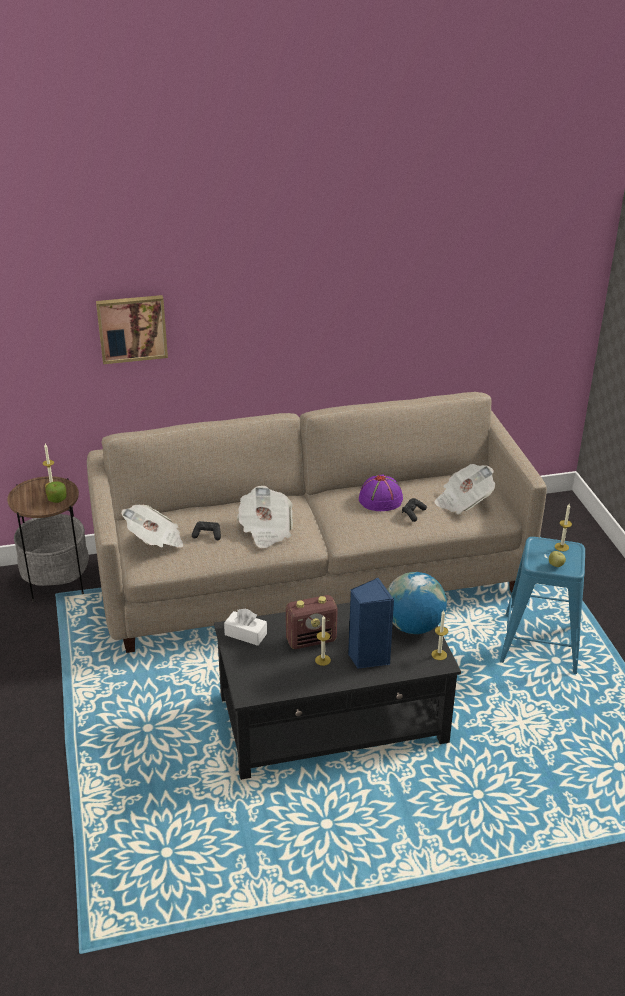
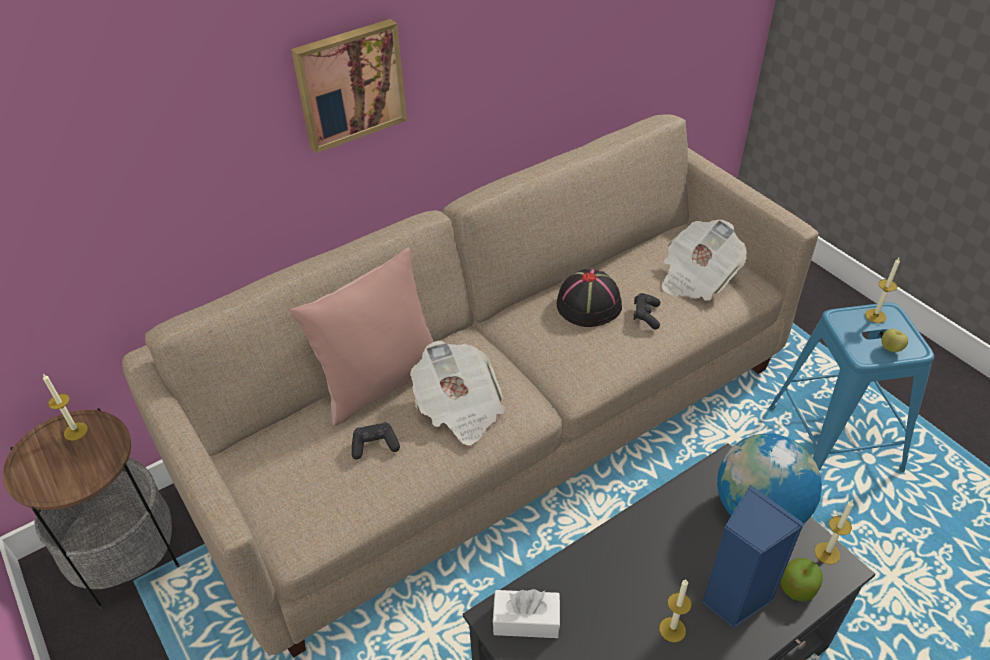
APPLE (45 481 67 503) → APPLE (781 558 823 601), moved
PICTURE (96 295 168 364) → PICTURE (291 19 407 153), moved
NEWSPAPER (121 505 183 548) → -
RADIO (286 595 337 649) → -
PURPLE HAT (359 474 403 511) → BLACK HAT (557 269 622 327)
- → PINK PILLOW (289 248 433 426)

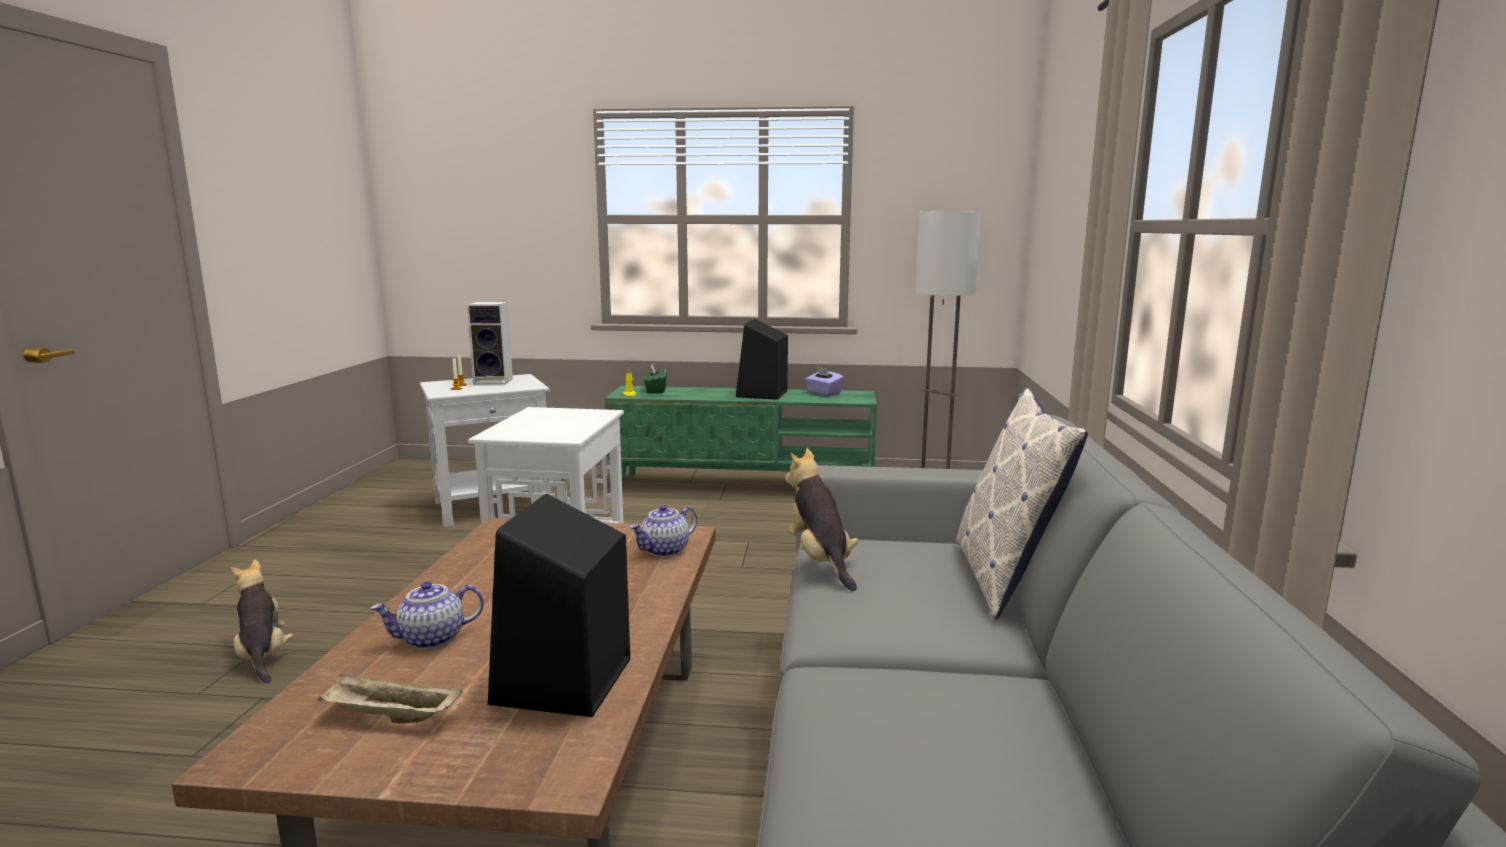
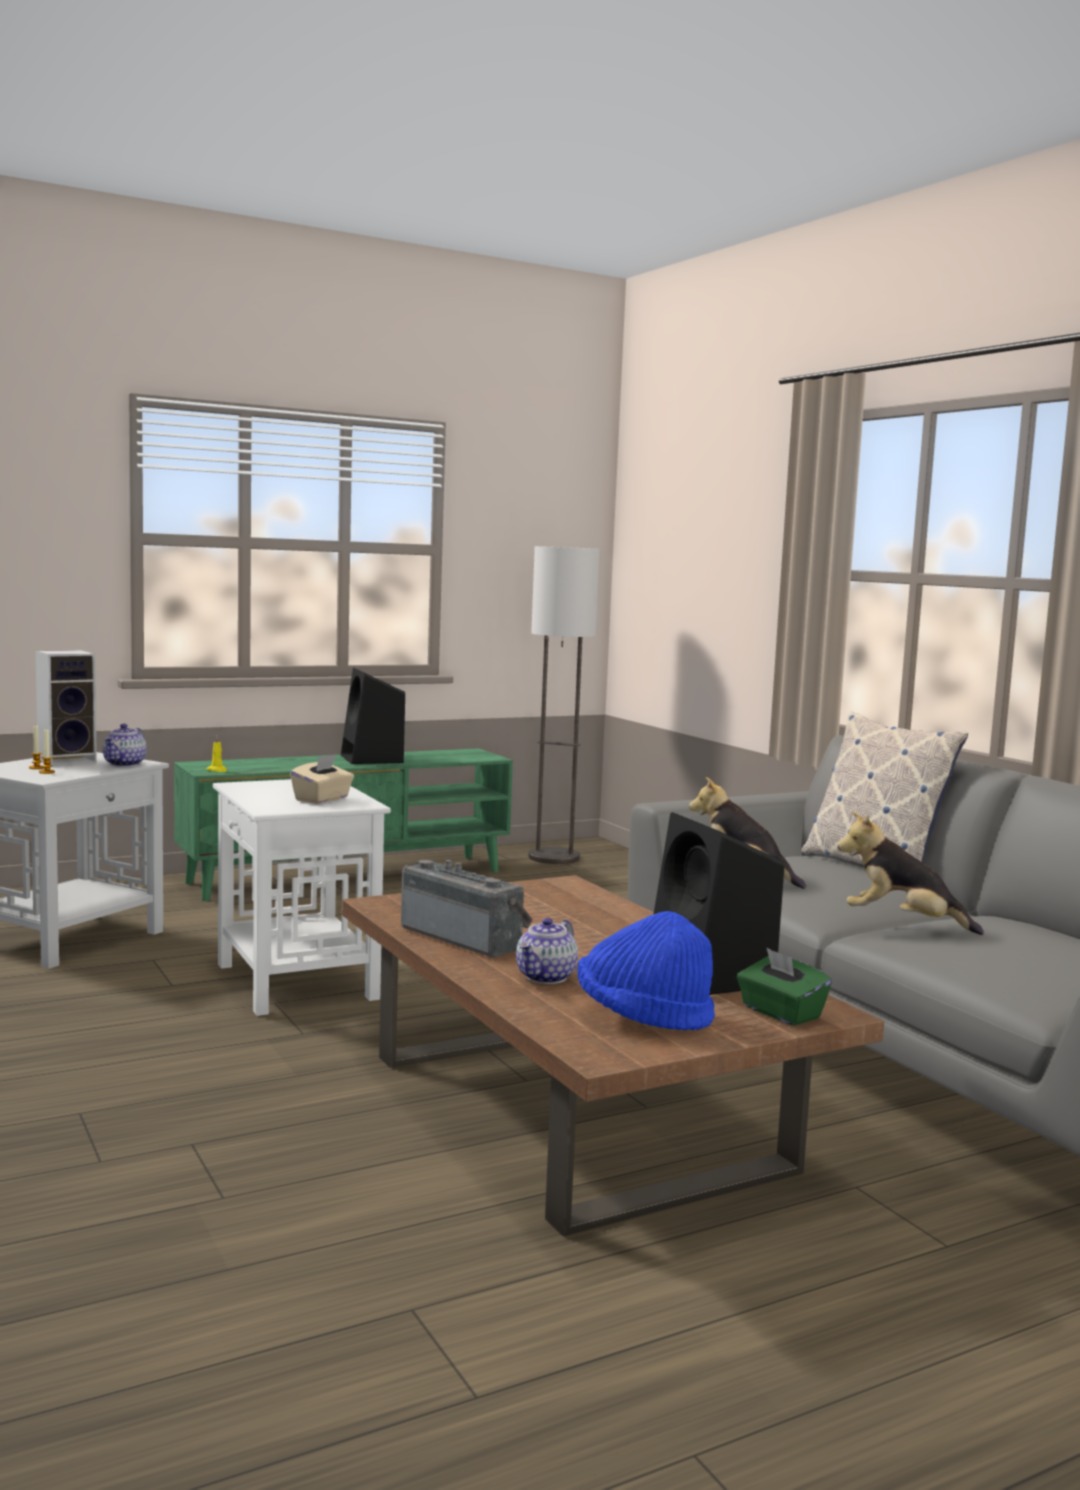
PLUSH TOY (231 560 294 683) → PLUSH TOY (838 811 984 935), moved
BEIGE TRAY (318 673 462 723) → BLUE HAT (577 911 715 1030)
TEAPOT (630 505 697 557) → TEAPOT (103 724 146 767), moved
GREEN TISSUE BOX (644 363 667 393) → GREEN TISSUE BOX (737 947 832 1026), moved
PURPLE TISSUE BOX (805 366 844 396) → -
- → BEIGE TISSUE BOX (290 754 354 804)
- → RADIO (401 860 533 958)

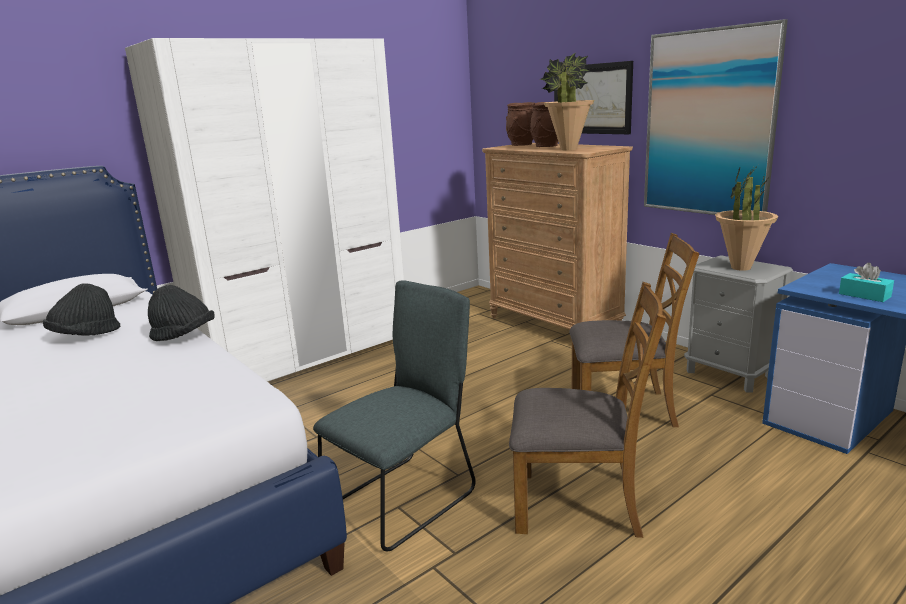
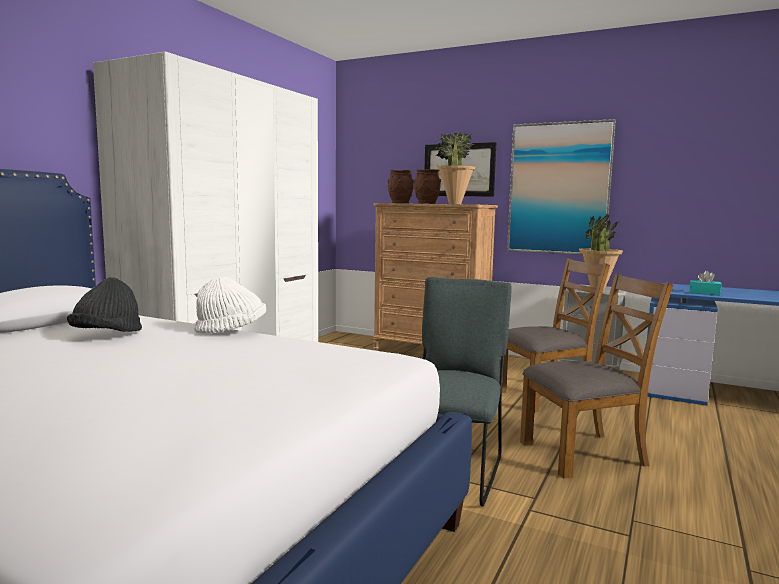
BLACK HAT (148 285 215 341) → WHITE HAT (194 277 266 333)

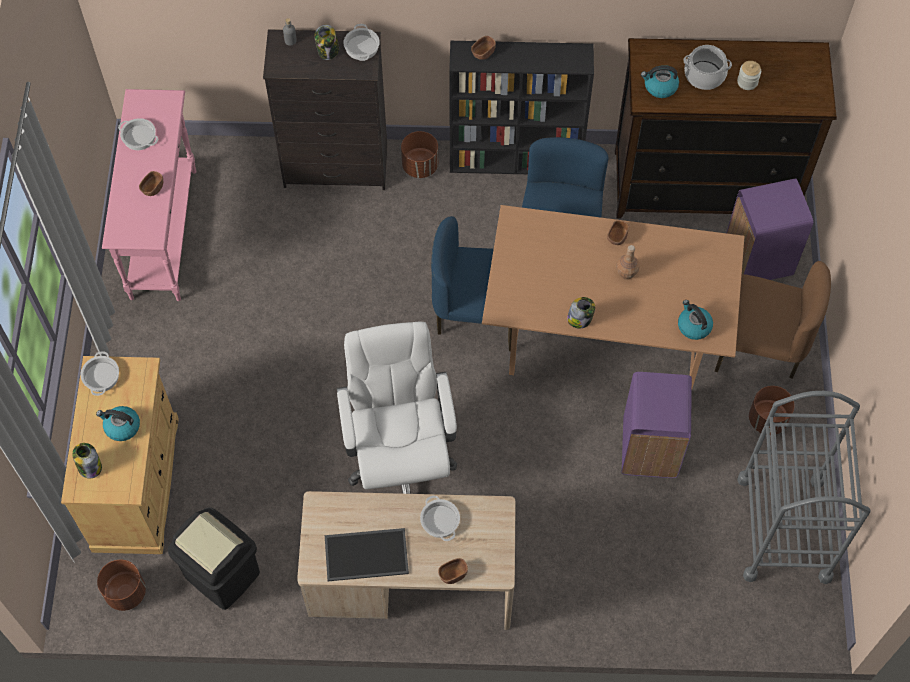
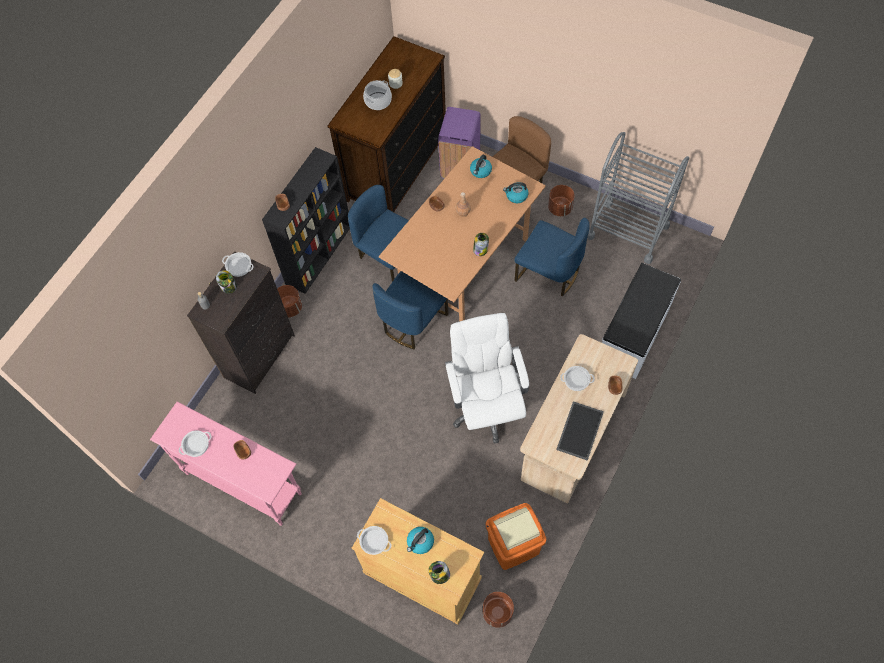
BLACK TRASH CAN (168 507 260 610) → ORANGE TRASH CAN (486 503 546 570)
WHITE OFFICE CHAIR (337 322 457 494) → WHITE OFFICE CHAIR (445 313 529 443), 60 degrees clockwise
PURPLE TRASH CAN (622 372 692 478) → BLUE CHAIR (514 218 590 296)
KETTLE (641 65 679 98) → KETTLE (470 155 492 178), moved
- → WHITE BENCH (602 263 681 379)

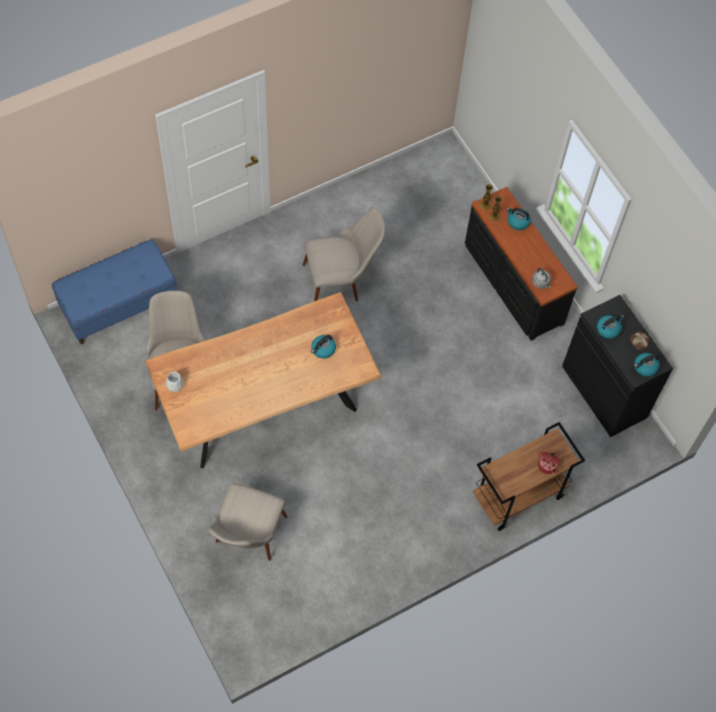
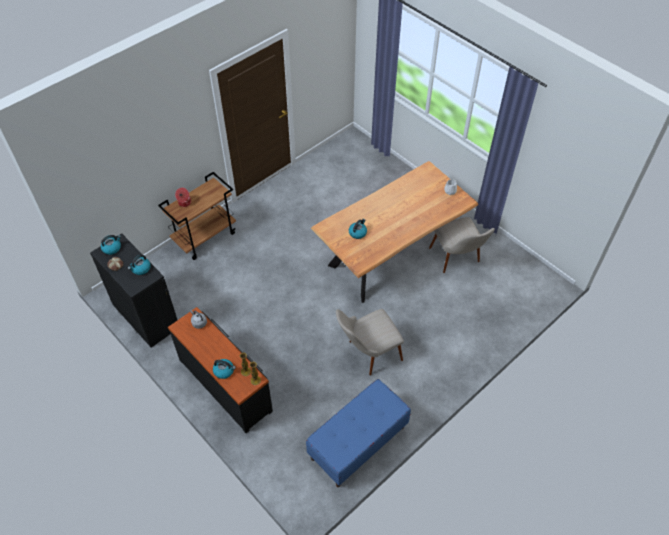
BLUE BENCH (52 239 177 344) → BLUE BENCH (306 379 411 487), moved
BEIGE CHAIR (208 483 287 561) → -

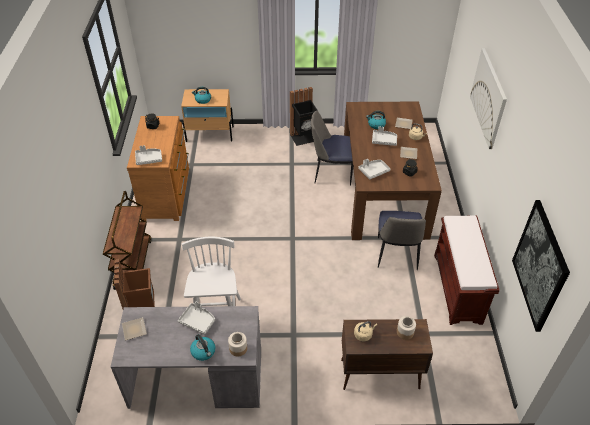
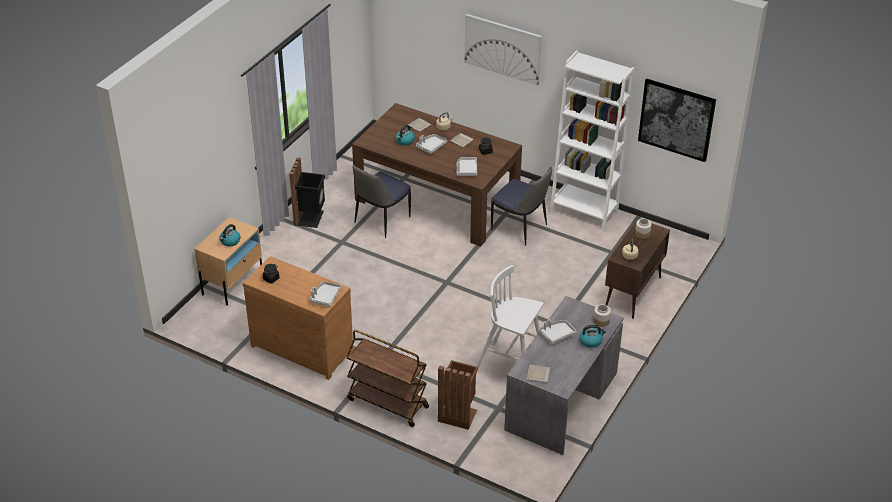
BROWN BENCH (434 215 500 325) → WHITE BOOKCASE (550 50 634 231)

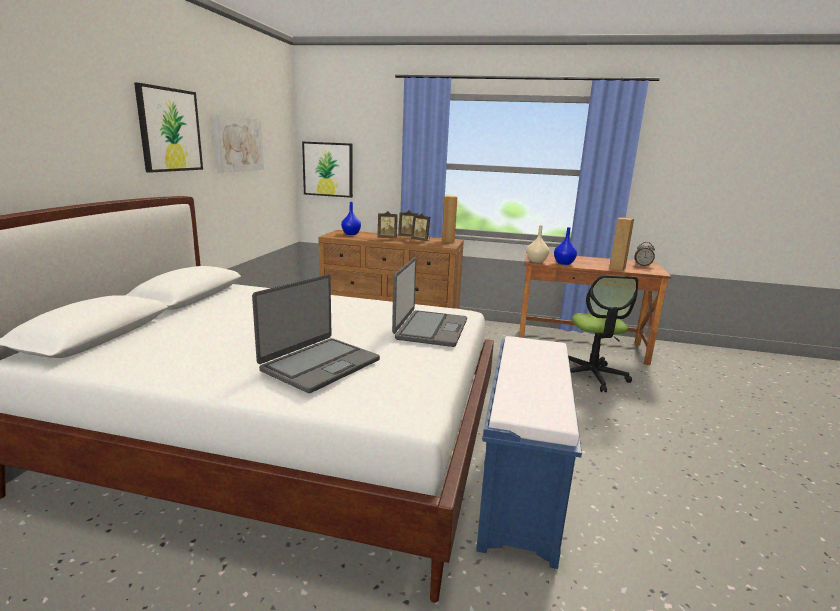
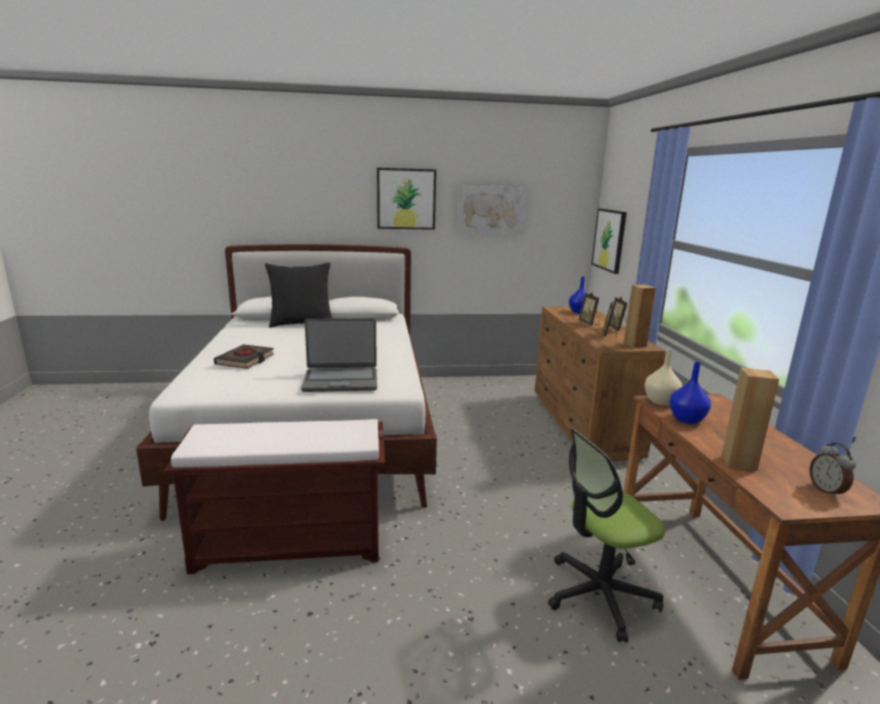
LAPTOP (252 274 380 393) → BLACK BOOK (214 344 274 369)
BLUE BENCH (476 336 582 569) → BROWN BENCH (164 419 385 574)
- → BLACK PILLOW (265 262 332 328)

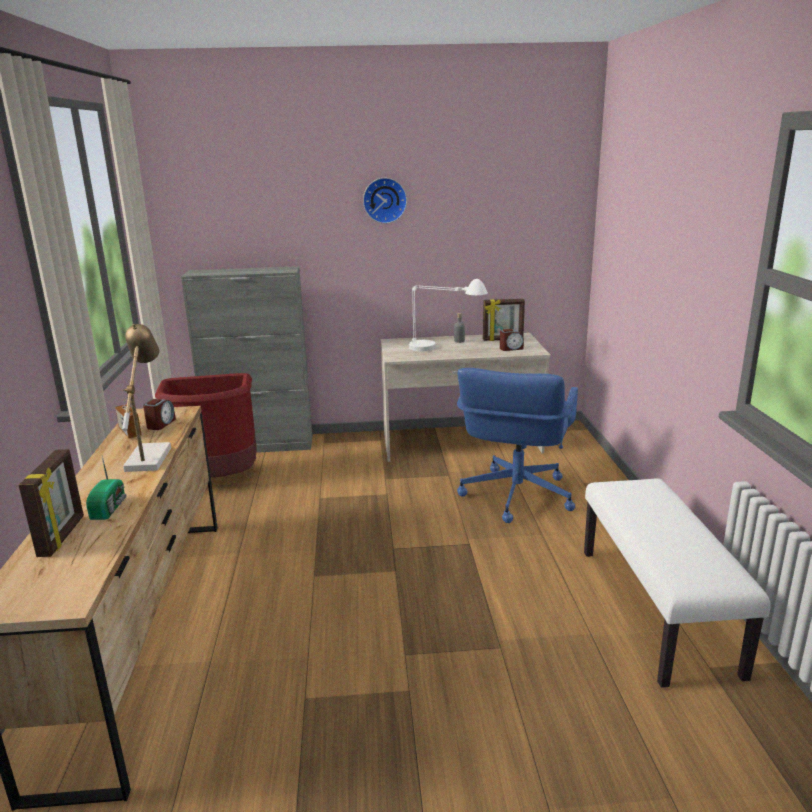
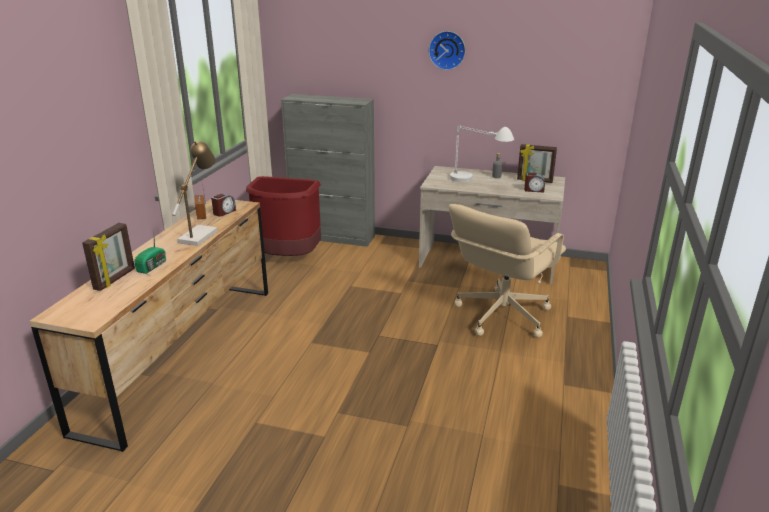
BLUE OFFICE CHAIR (457 368 578 523) → BEIGE OFFICE CHAIR (449 204 566 338)
WHITE BENCH (584 478 771 688) → -

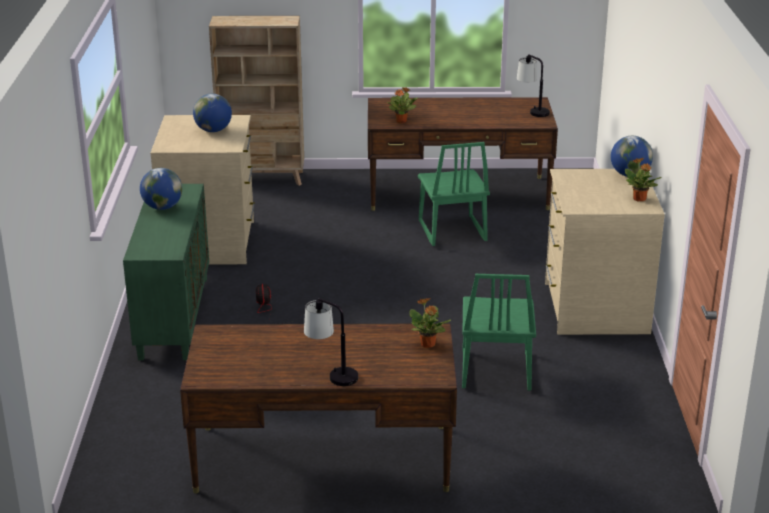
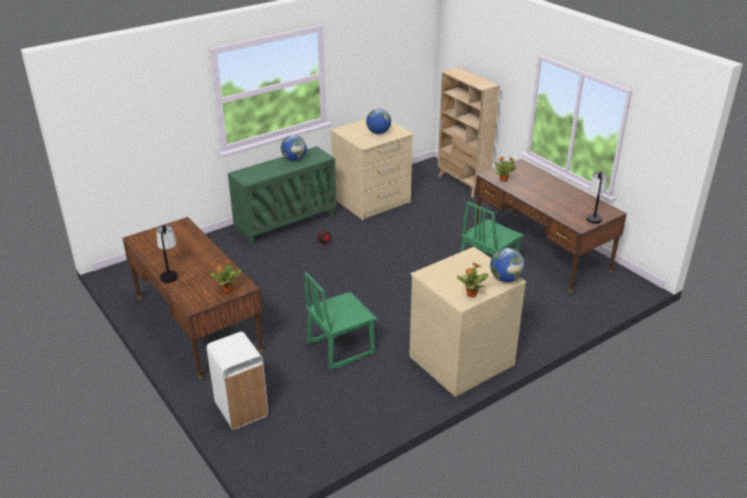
- → WHITE TRASH CAN (207 332 268 429)

